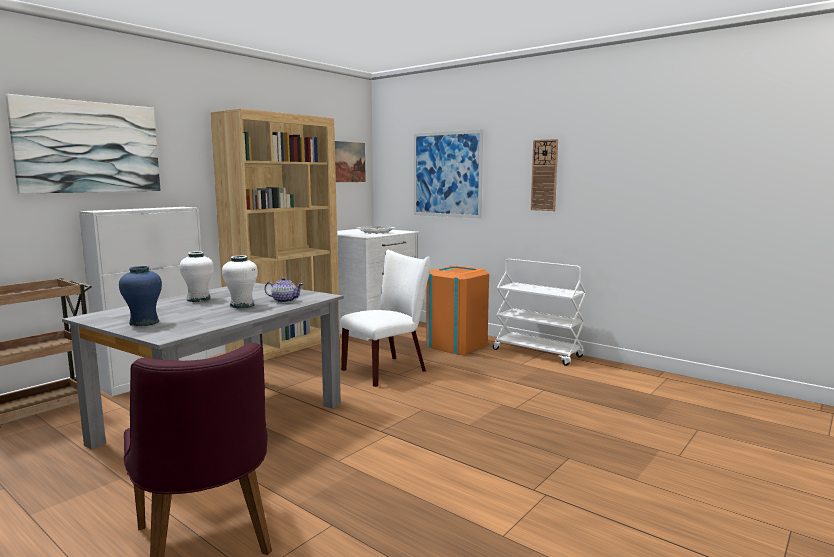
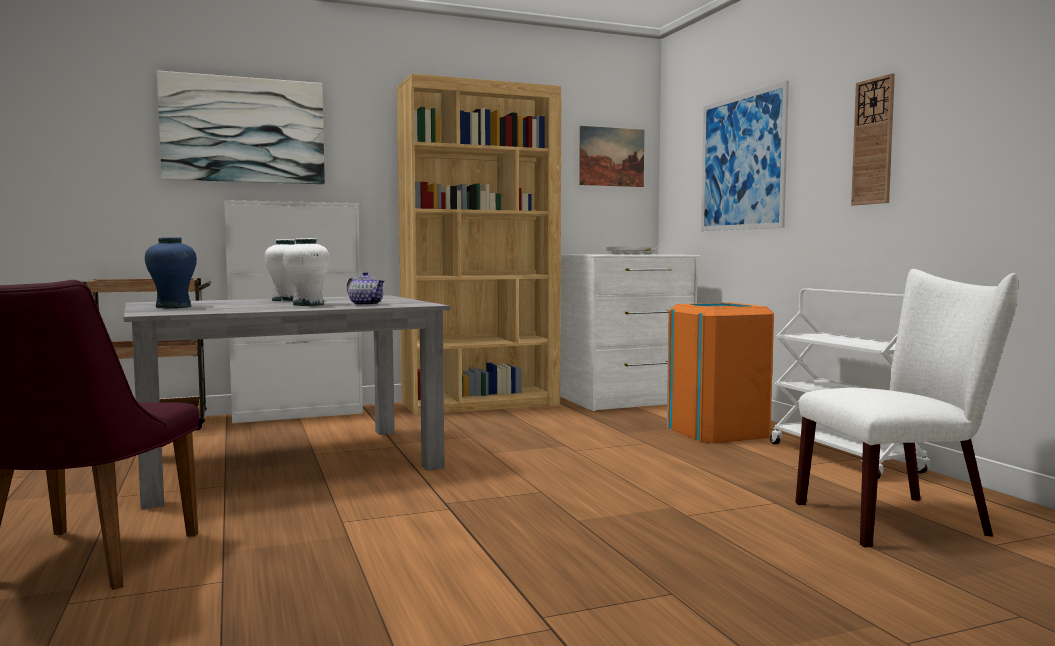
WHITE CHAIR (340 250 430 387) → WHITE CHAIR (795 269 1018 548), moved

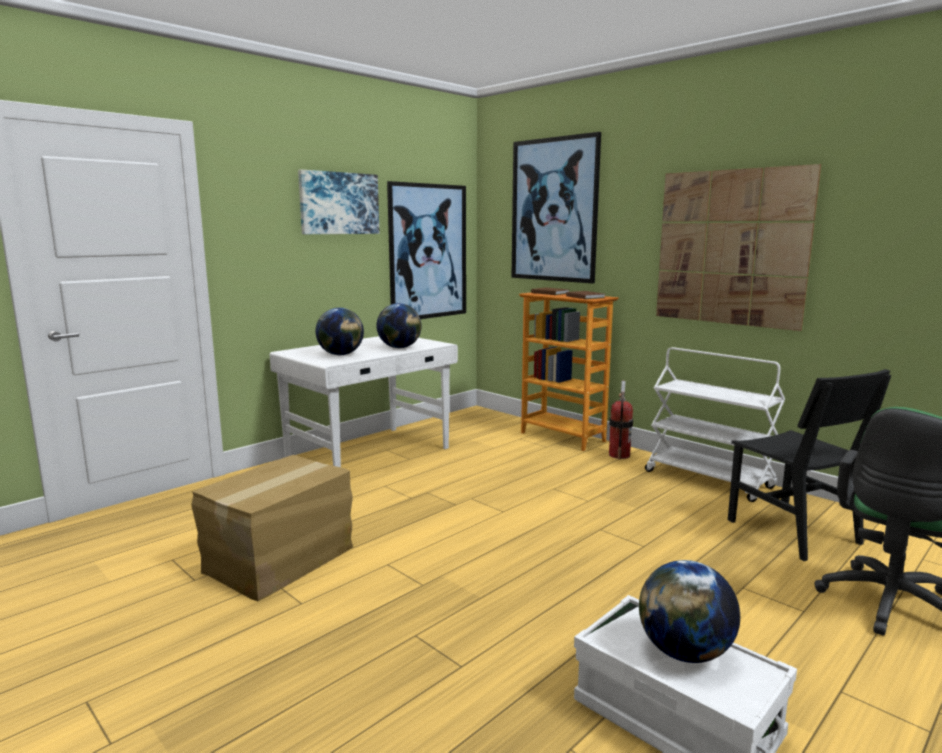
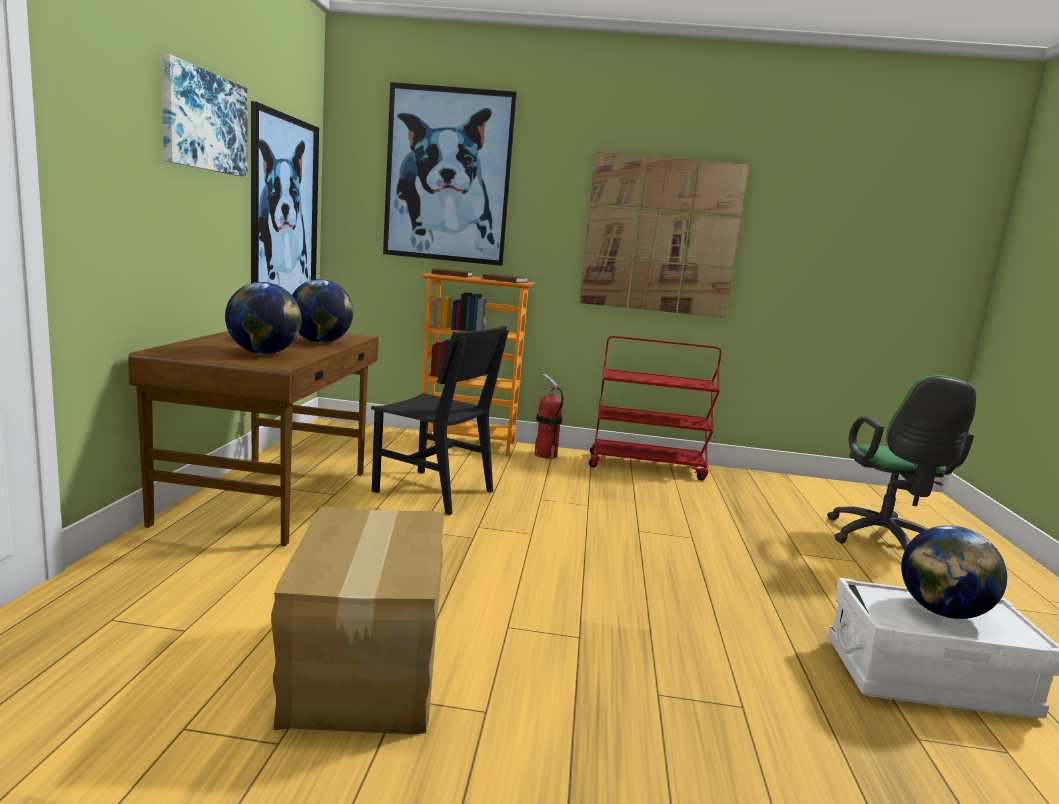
WHITE DESK (270 336 458 467) → BROWN DESK (128 331 379 546)
WHITE CART (645 347 785 502) → RED CART (589 336 721 480)
BLACK CHAIR (728 369 891 561) → BLACK CHAIR (371 325 509 515), moved

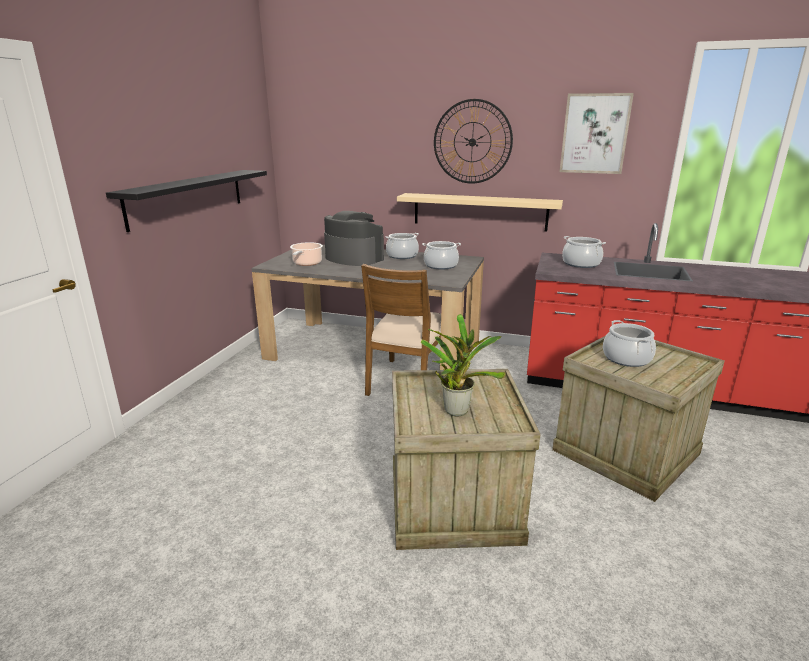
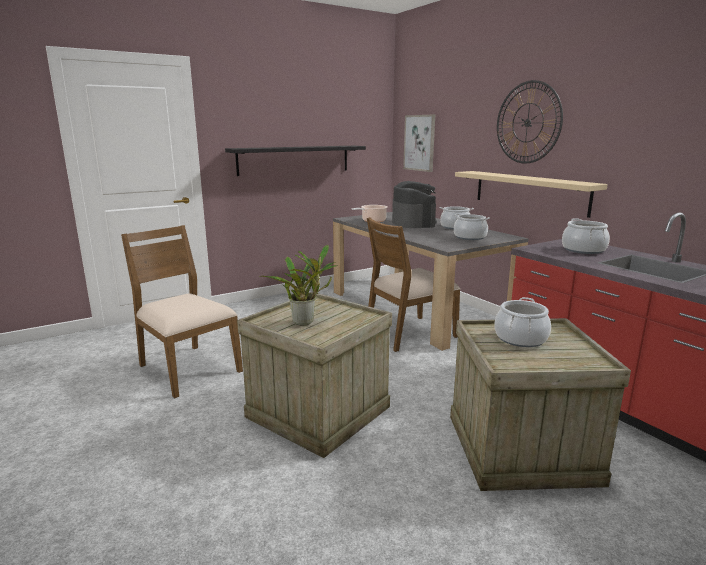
PICTURE (560 93 634 174) → PICTURE (403 115 435 172), moved
- → BROWN CHAIR (121 225 243 398)

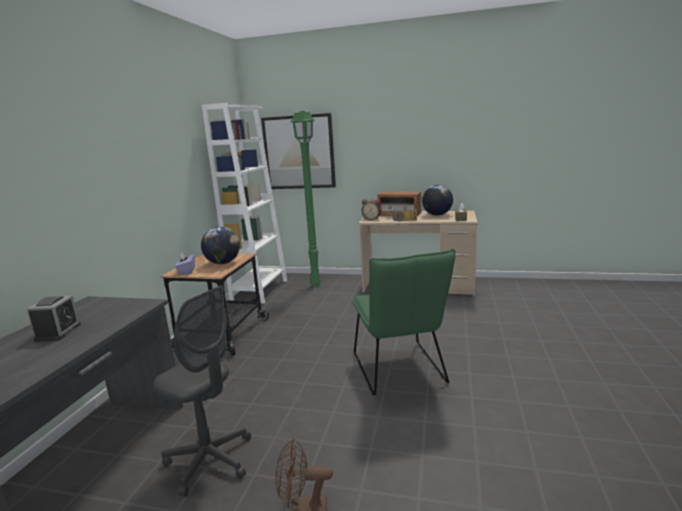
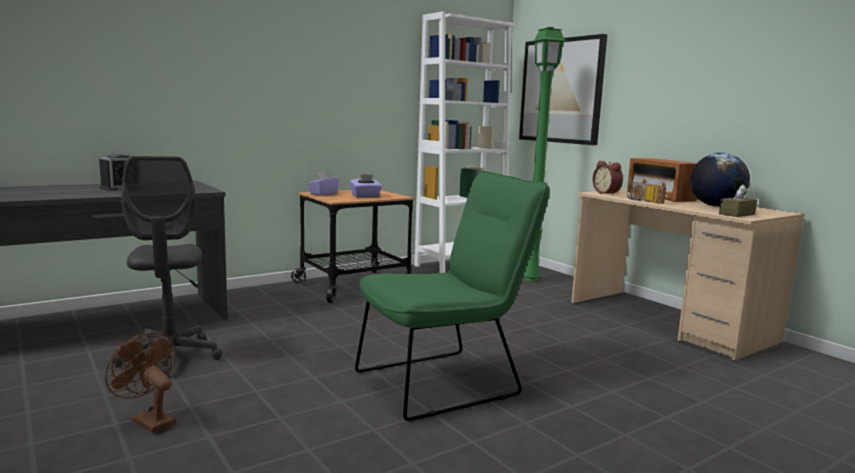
GLOBE (201 227 240 264) → PURPLE TISSUE BOX (350 174 382 198)
GREEN CHAIR (353 249 456 395) → GREEN CHAIR (355 171 550 421), 150 degrees counterclockwise

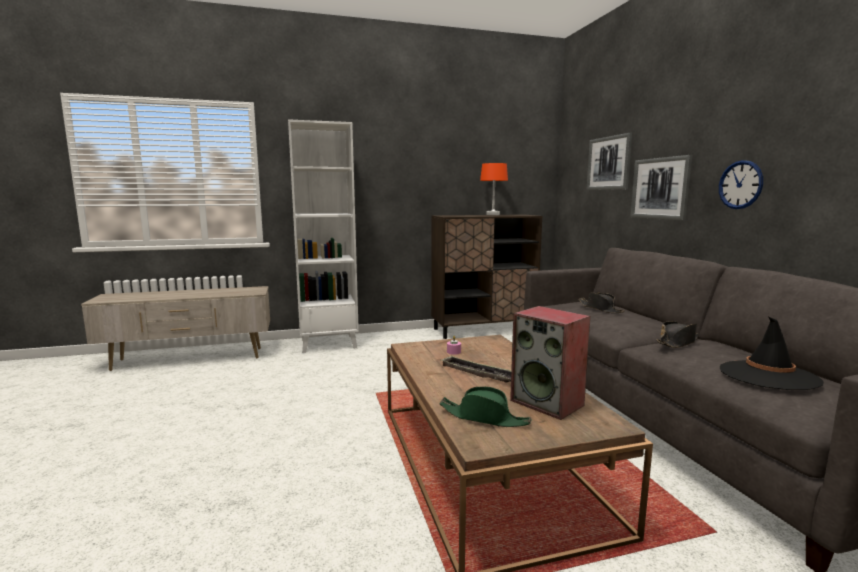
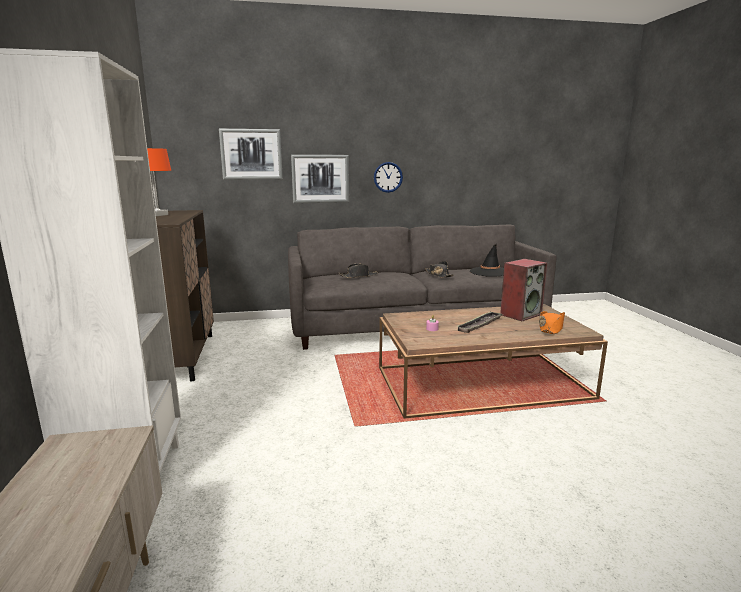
GREEN HAT (439 387 531 427) → ORANGE HAT (539 311 565 334)

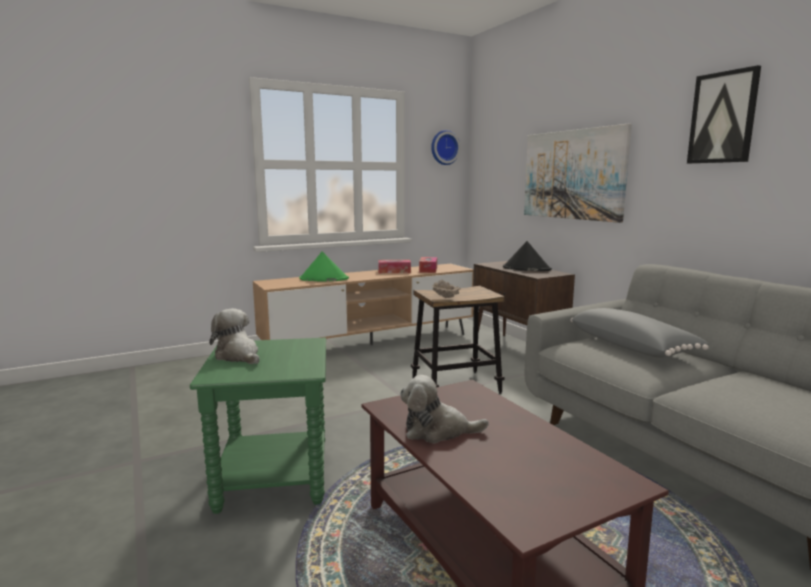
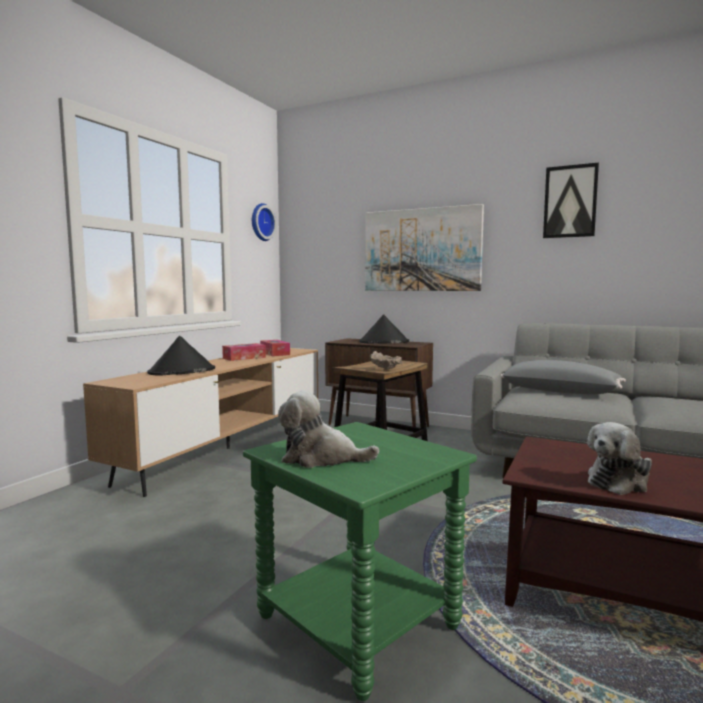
GREEN HAT (299 251 349 281) → BLACK HAT (147 336 215 375)

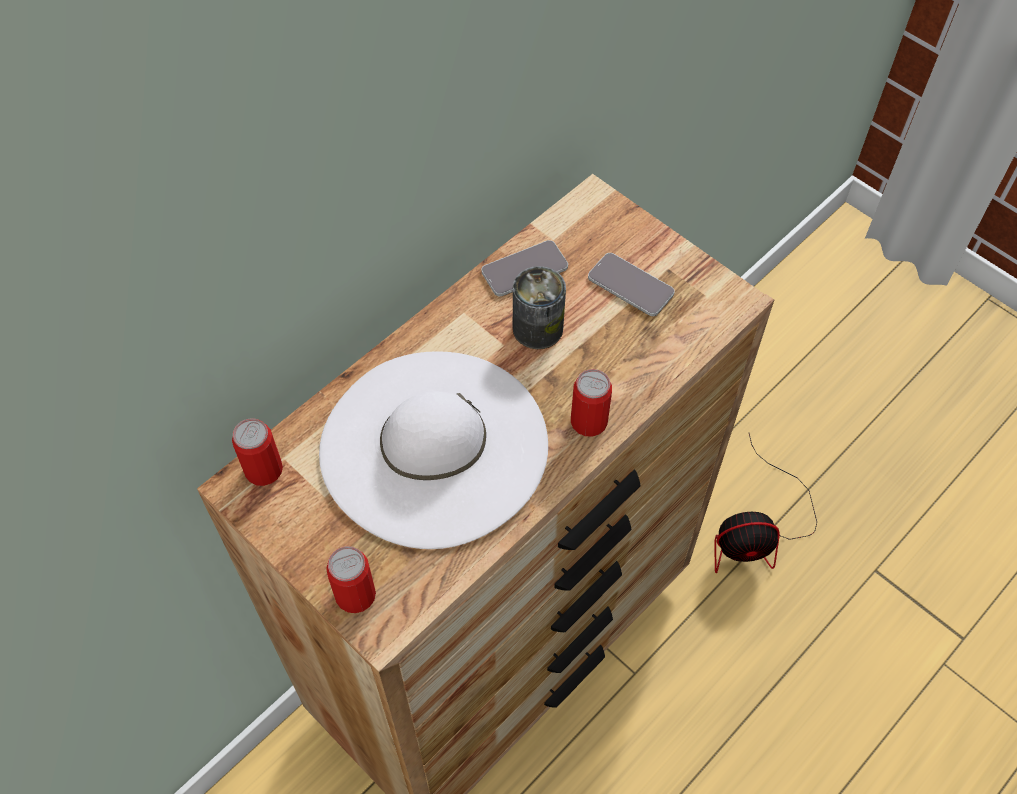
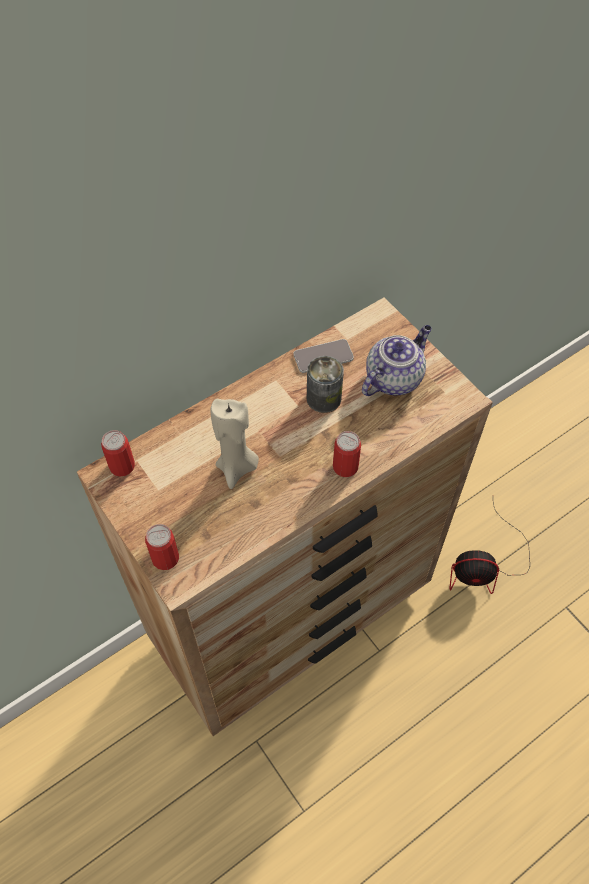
WHITE HAT (319 351 548 549) → BEIGE CANDLE (211 399 259 489)
PHONE (588 253 675 316) → TEAPOT (362 325 432 396)

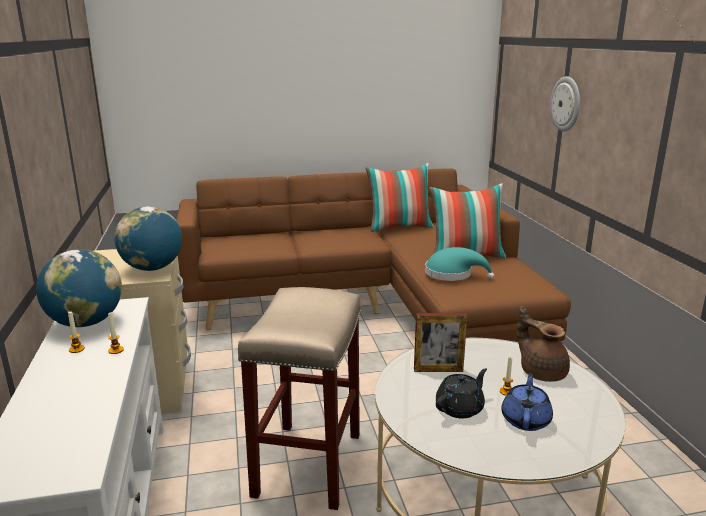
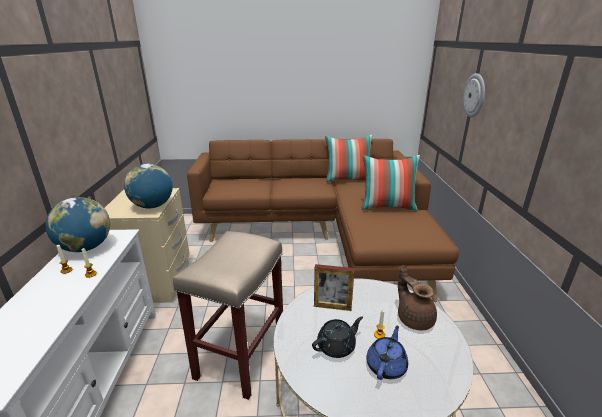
TURQUOISE HAT (425 247 495 281) → -

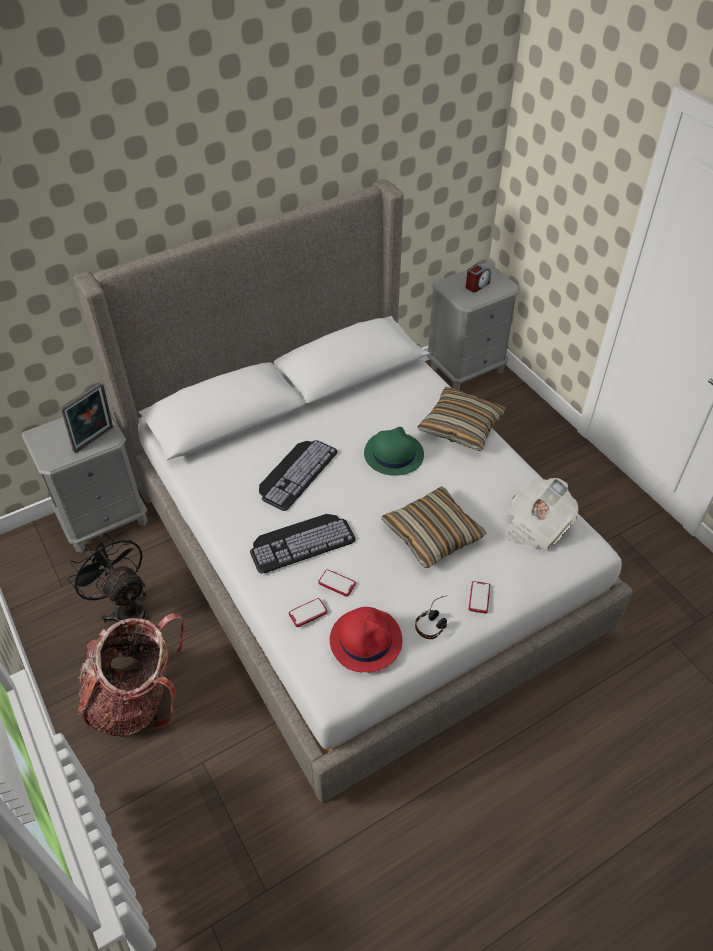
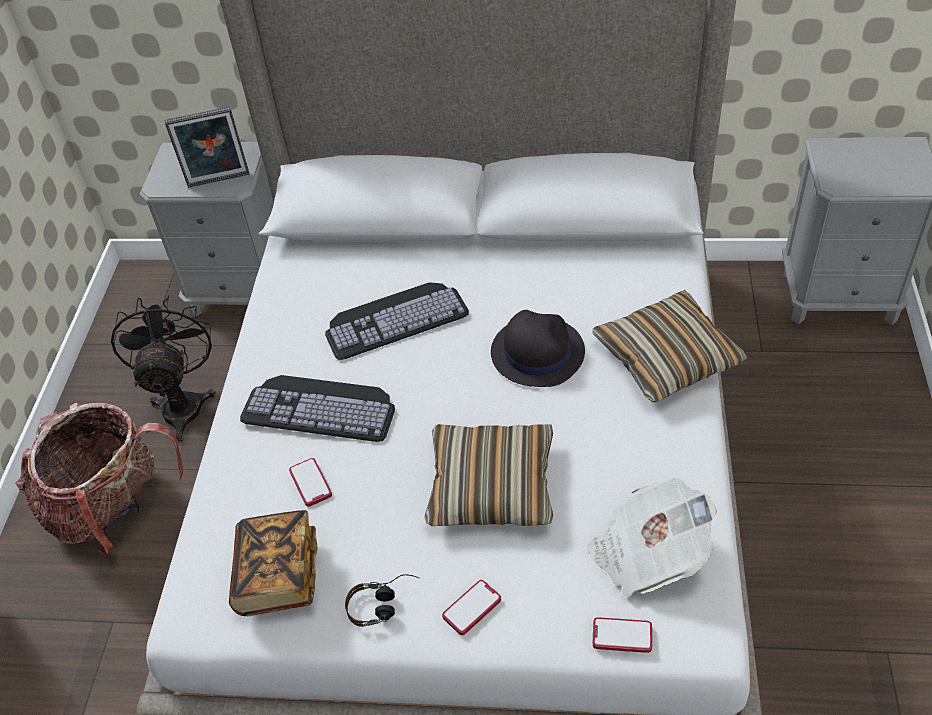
PHONE (289 598 327 627) → PHONE (593 617 652 653), moved
RED HAT (330 607 402 672) → BOOK (229 510 318 616)
GREEN HAT (364 427 424 476) → BLACK HAT (491 310 585 387)
ALARM CLOCK (466 264 491 292) → -

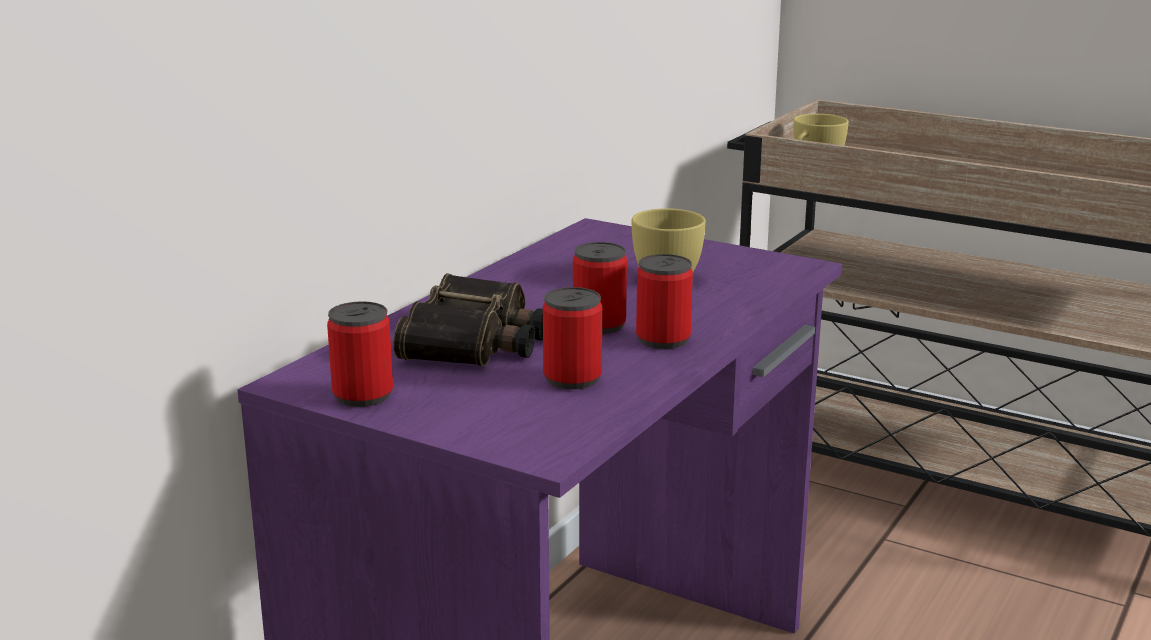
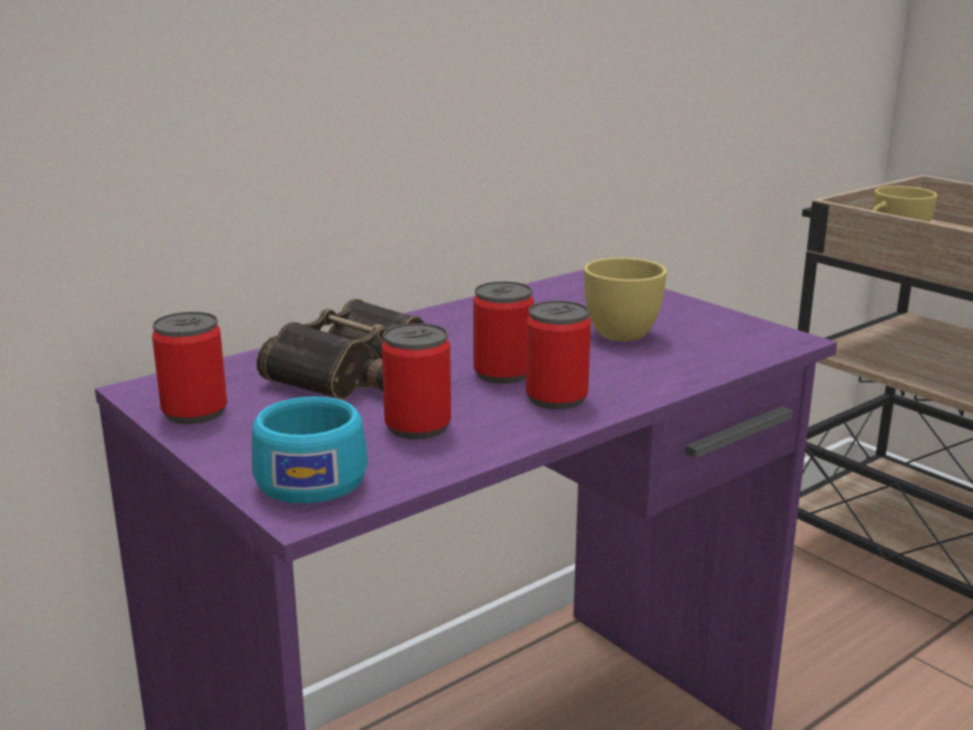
- → TURQUOISE CUP (252 396 368 503)

